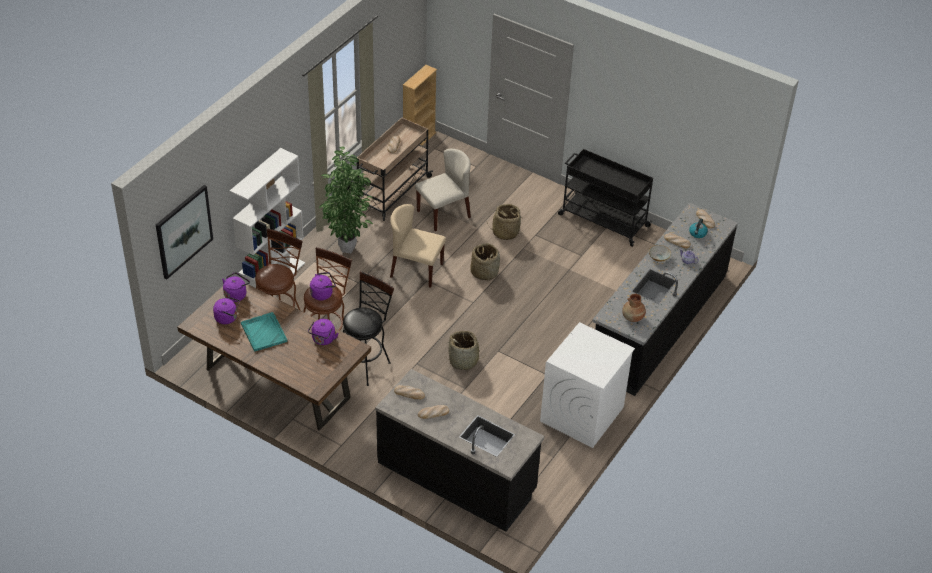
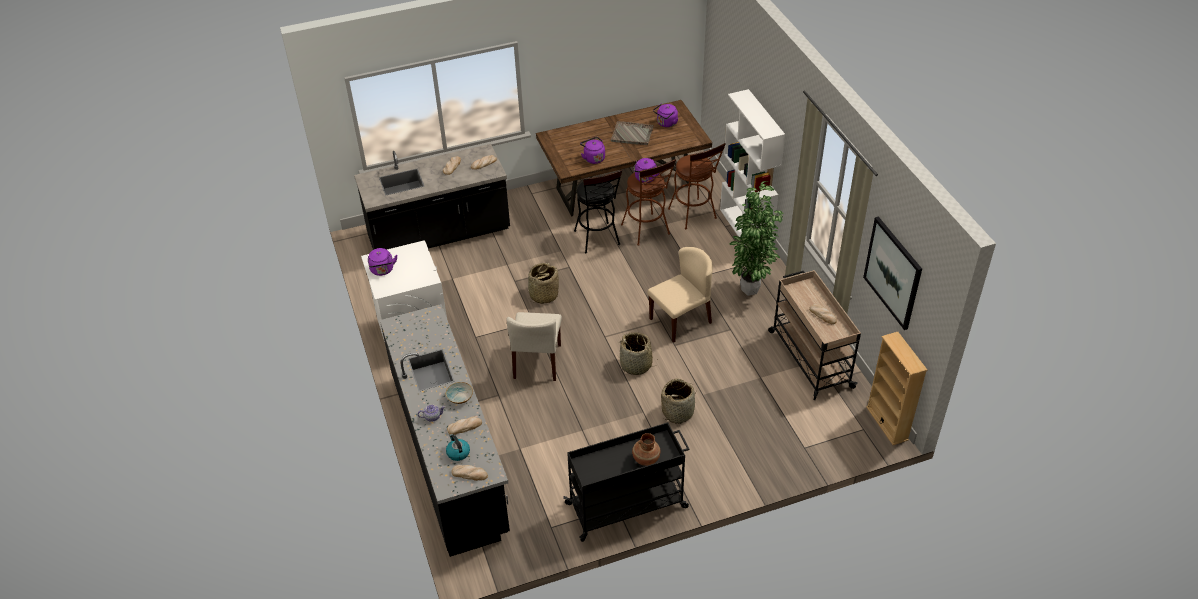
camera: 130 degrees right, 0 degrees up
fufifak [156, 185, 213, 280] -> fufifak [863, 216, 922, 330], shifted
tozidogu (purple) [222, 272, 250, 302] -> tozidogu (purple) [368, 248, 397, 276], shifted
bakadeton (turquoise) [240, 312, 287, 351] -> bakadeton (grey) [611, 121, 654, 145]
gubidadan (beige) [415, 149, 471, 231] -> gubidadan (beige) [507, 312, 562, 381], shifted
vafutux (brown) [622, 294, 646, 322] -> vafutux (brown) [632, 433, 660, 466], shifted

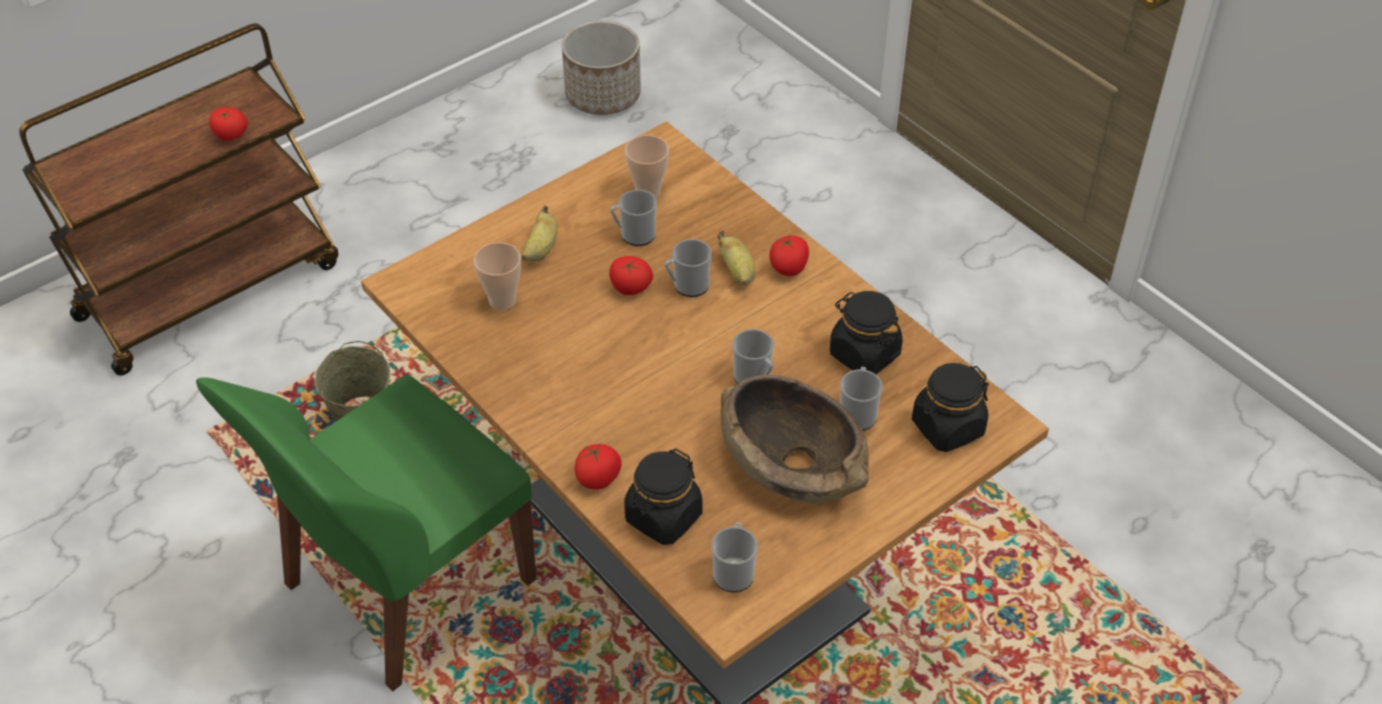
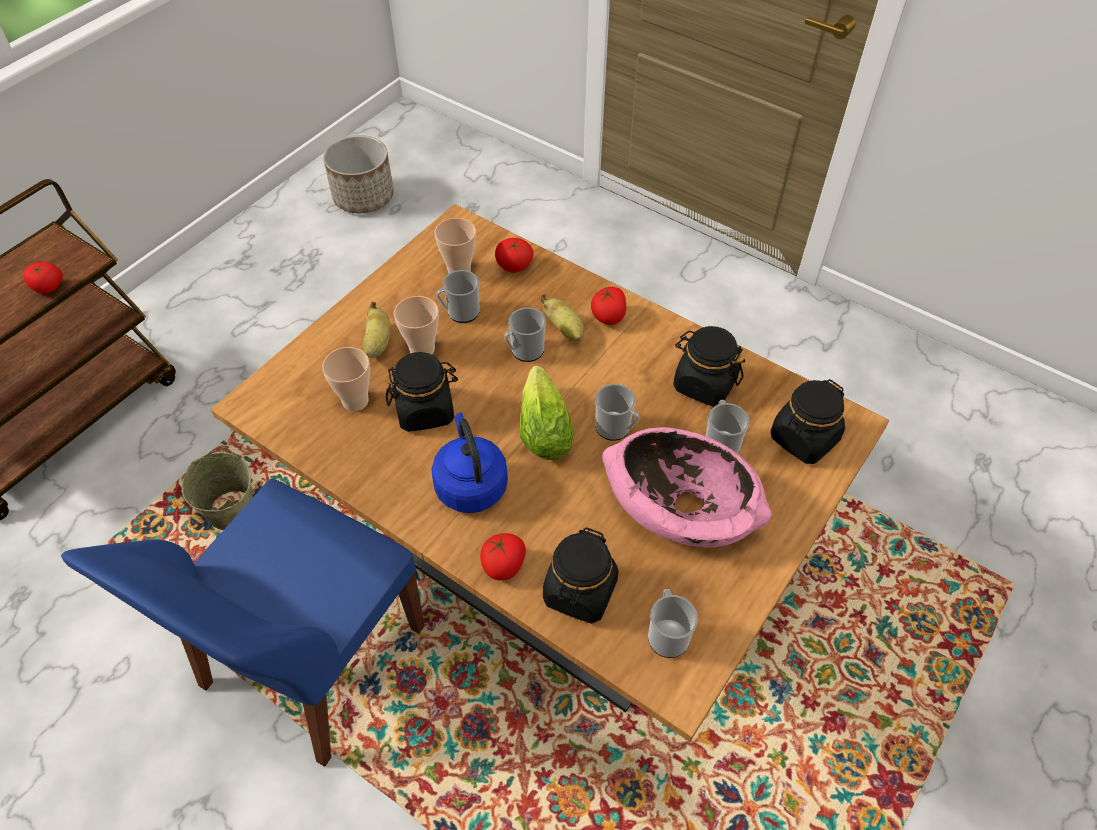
camera: 15 degrees left, 5 degrees up
gubidadan (green) [196, 375, 536, 691] -> gubidadan (blue) [61, 479, 425, 767]
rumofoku [609, 256, 653, 295] -> rumofoku [495, 238, 534, 273], shifted
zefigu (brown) [721, 375, 869, 503] -> zefigu (pink) [602, 427, 772, 547]
none -> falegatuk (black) [385, 352, 458, 432]
none -> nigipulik [394, 296, 439, 355]
none -> tozidogu (blue) [432, 412, 508, 513]
none -> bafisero [519, 366, 574, 460]

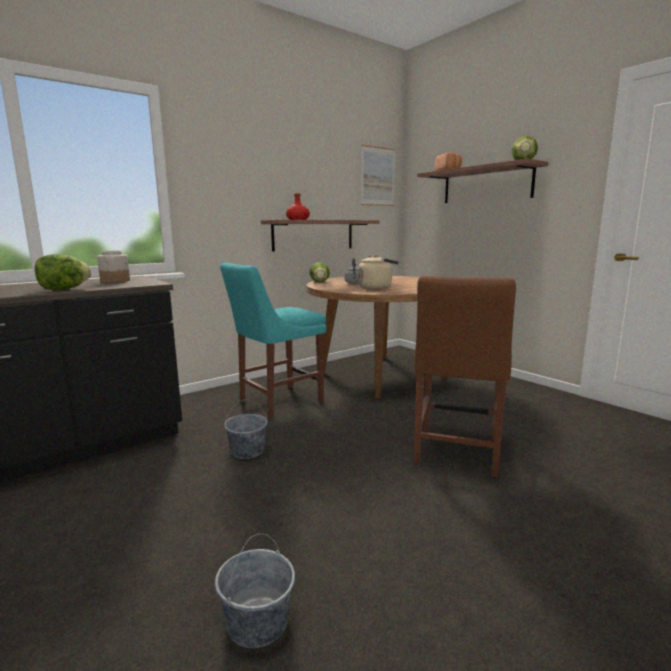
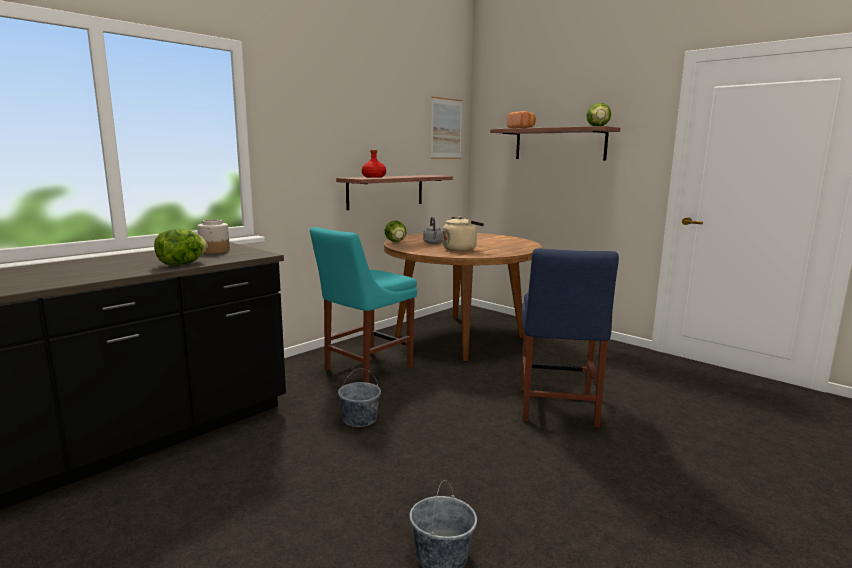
camera: 10 degrees left, 0 degrees up
gubidadan (brown) [413, 276, 516, 477] -> gubidadan (blue) [521, 248, 619, 427]

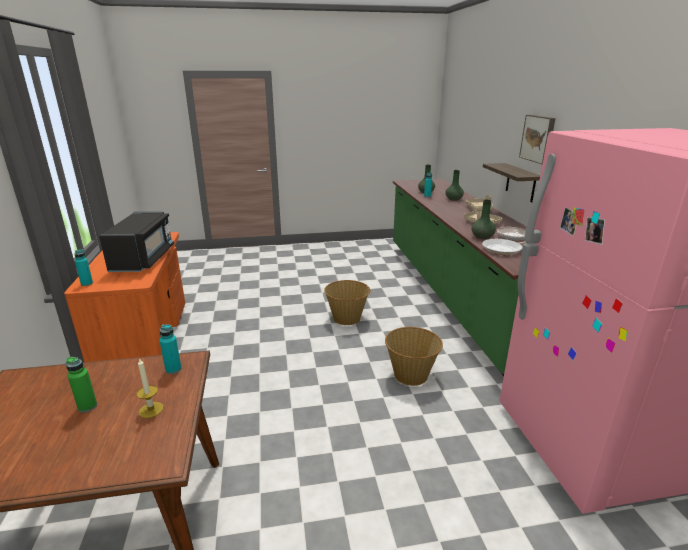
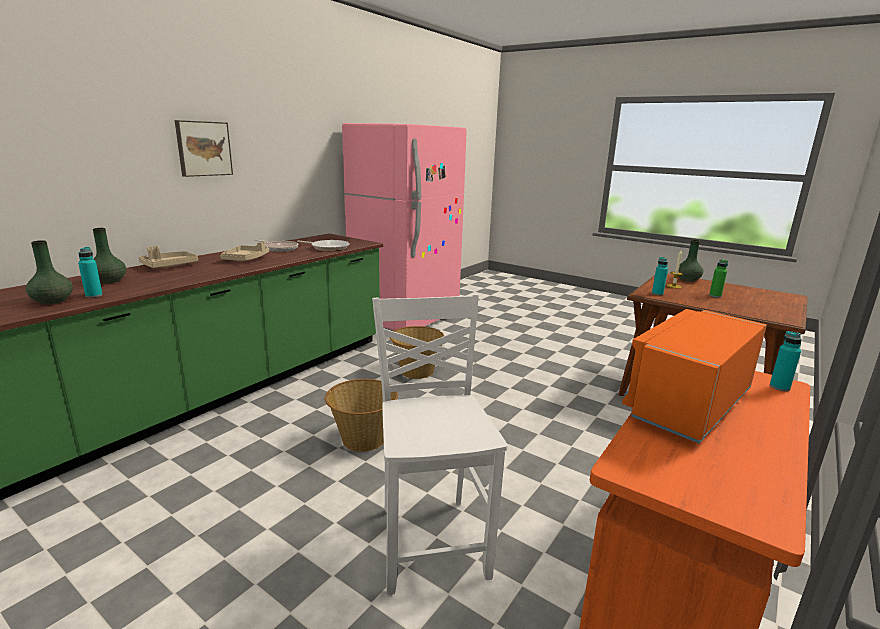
camera: 135 degrees left, 5 degrees down
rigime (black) [99, 212, 174, 272] -> rigime (orange) [622, 309, 767, 444]
vafutux (green) [472, 199, 496, 239] -> vafutux (green) [678, 240, 703, 282], shifted
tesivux [483, 163, 540, 203] -> none
none -> gubidadan (white) [372, 294, 508, 595]

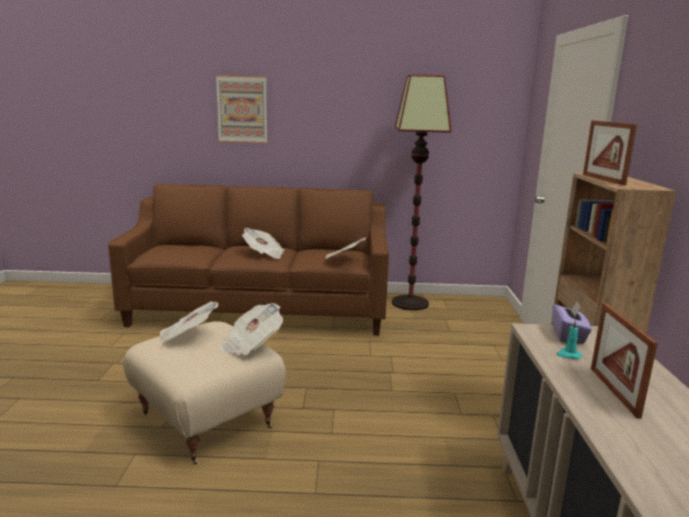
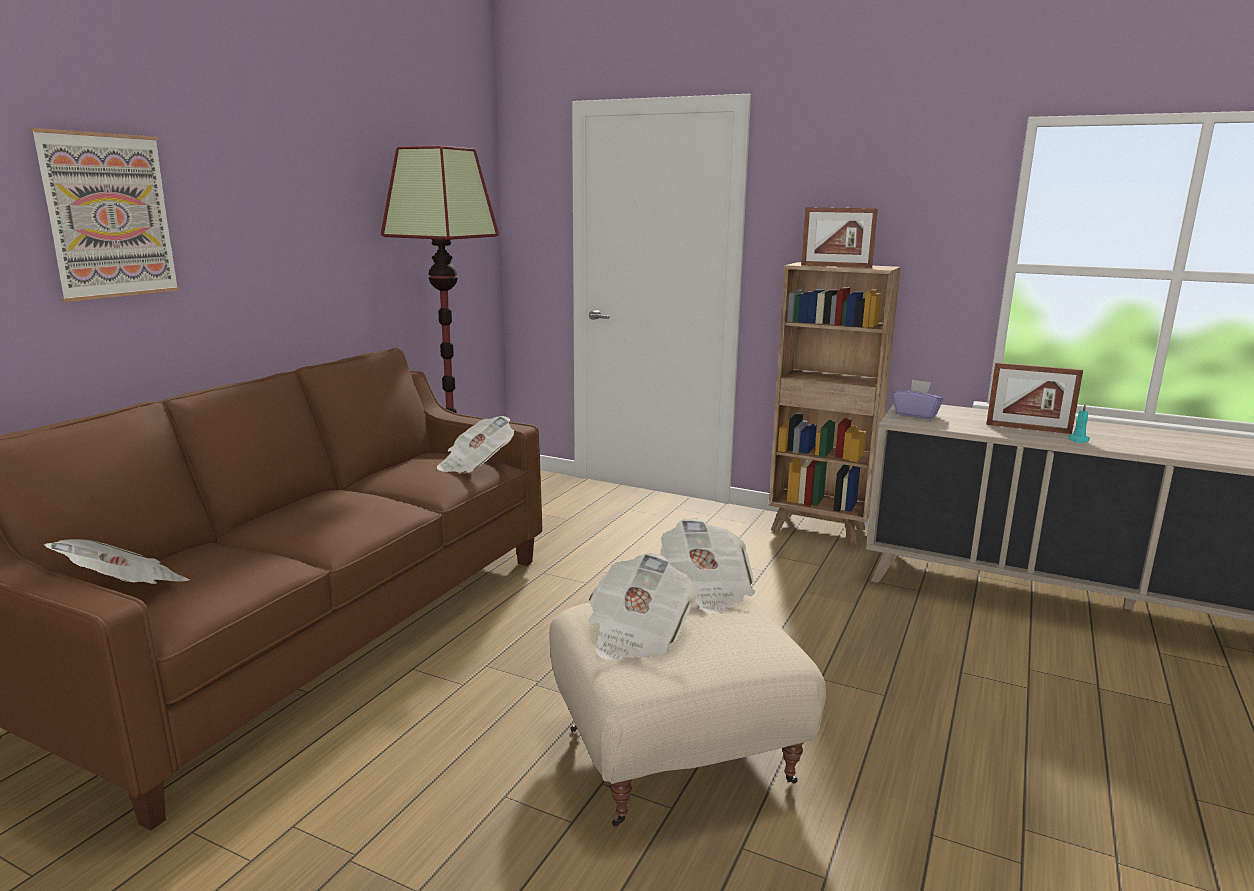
camera: 65 degrees left, 0 degrees up
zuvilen [242, 228, 285, 259] -> zuvilen [44, 539, 190, 584], shifted
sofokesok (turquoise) [556, 320, 582, 359] -> sofokesok (turquoise) [1069, 404, 1090, 443], shifted

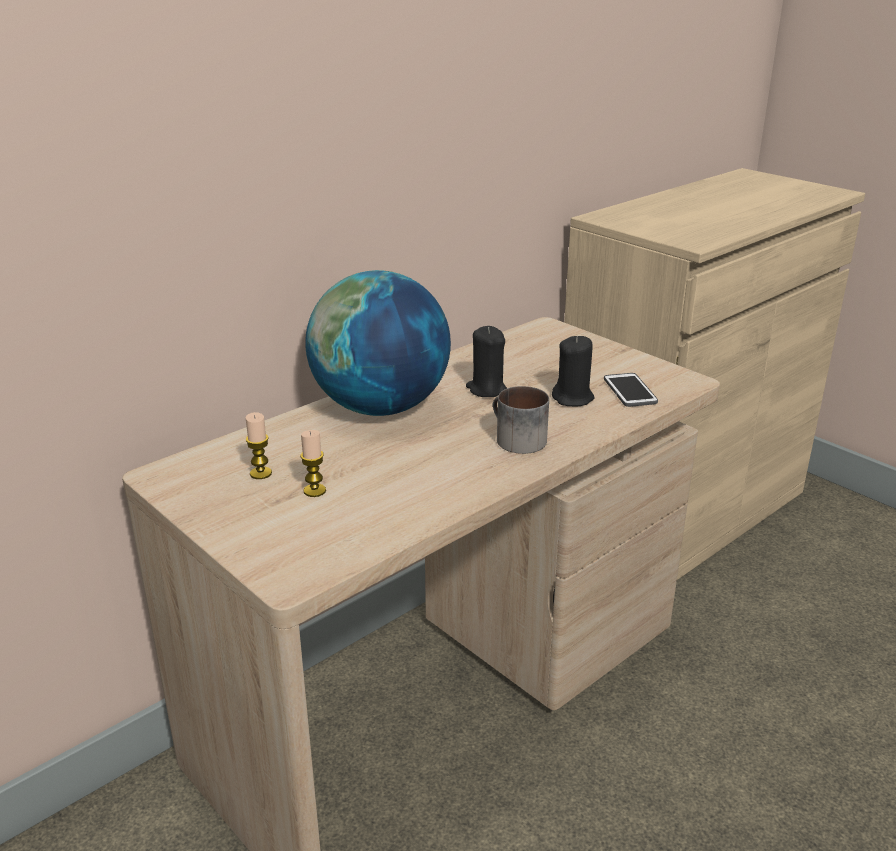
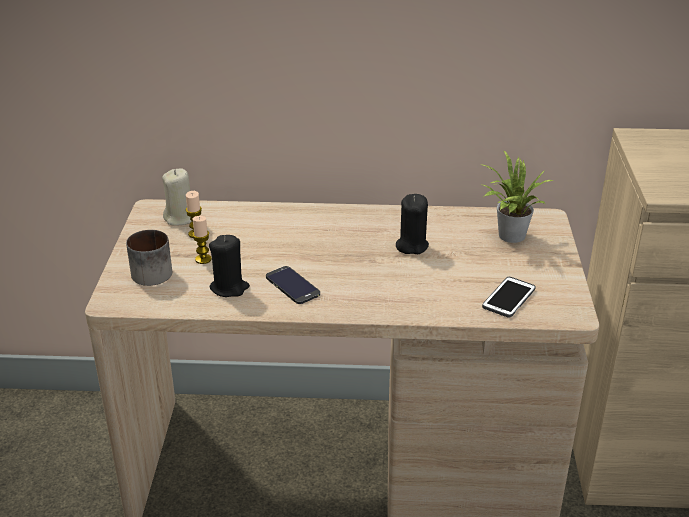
camera: 45 degrees right, 5 degrees up
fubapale [305, 270, 451, 416] -> none
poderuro [493, 386, 549, 454] -> poderuro [126, 230, 172, 286], shifted
sofokesok (black) [552, 336, 594, 407] -> sofokesok (black) [209, 235, 250, 297], shifted
none -> sofokesok (beige) [162, 168, 191, 226]
none -> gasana [266, 266, 320, 304]
none -> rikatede [479, 150, 554, 243]

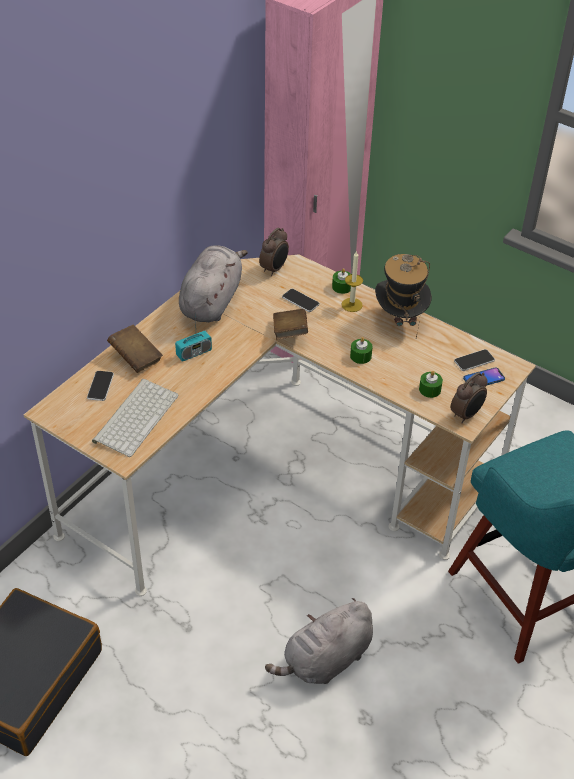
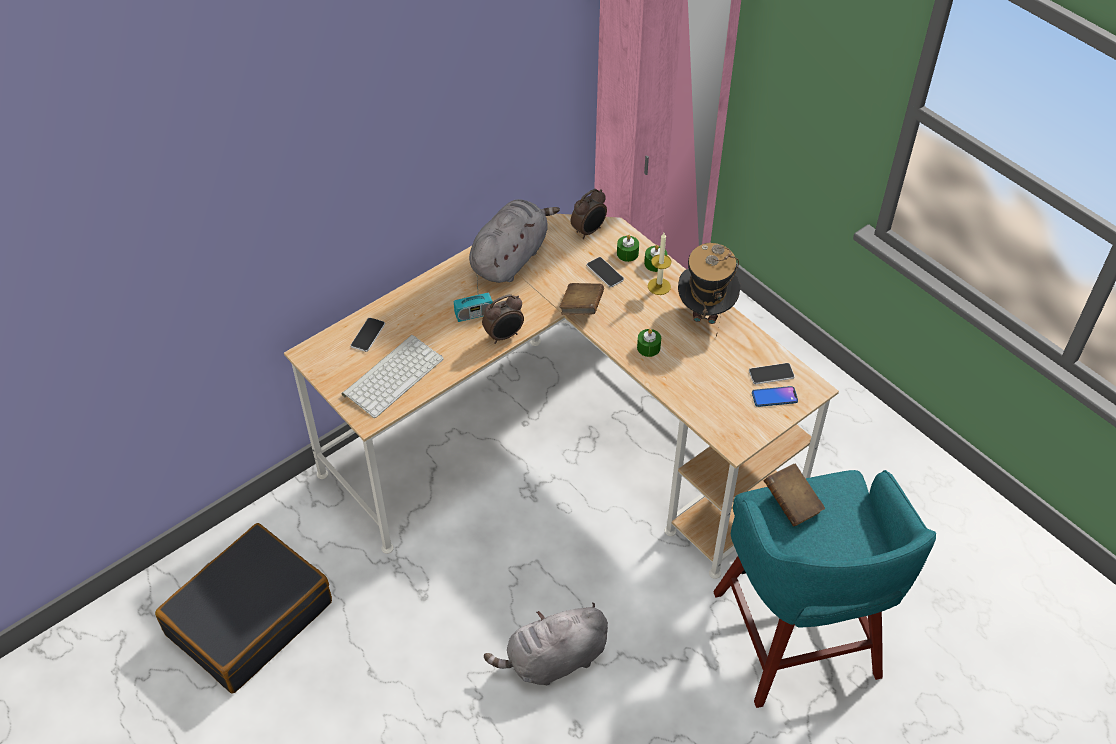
camera: 15 degrees right, 5 degrees up
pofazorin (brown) [107, 325, 163, 373] -> pofazorin (brown) [764, 463, 825, 527], shifted
sofokesok (green) [419, 371, 443, 398] -> sofokesok (green) [617, 235, 639, 262], shifted
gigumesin [451, 372, 488, 423] -> gigumesin [482, 294, 524, 344], shifted

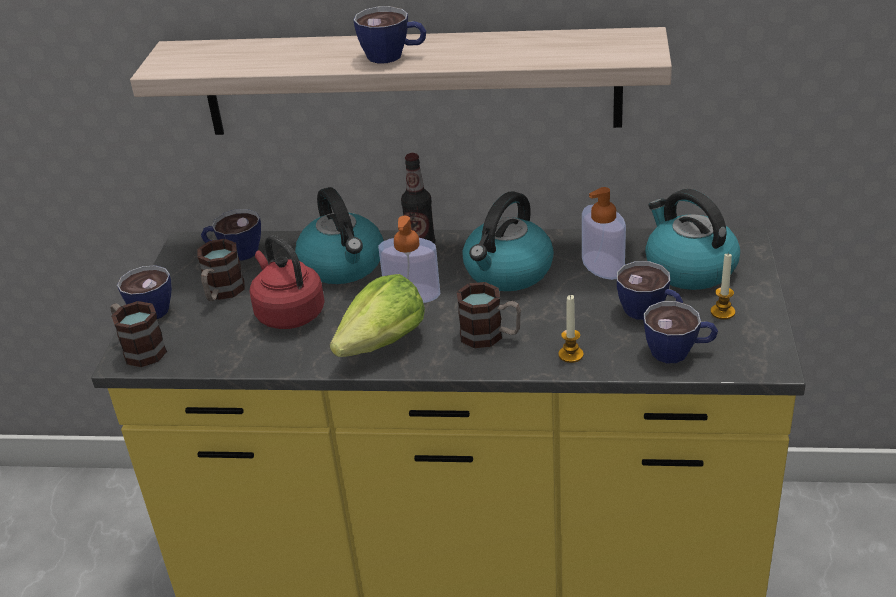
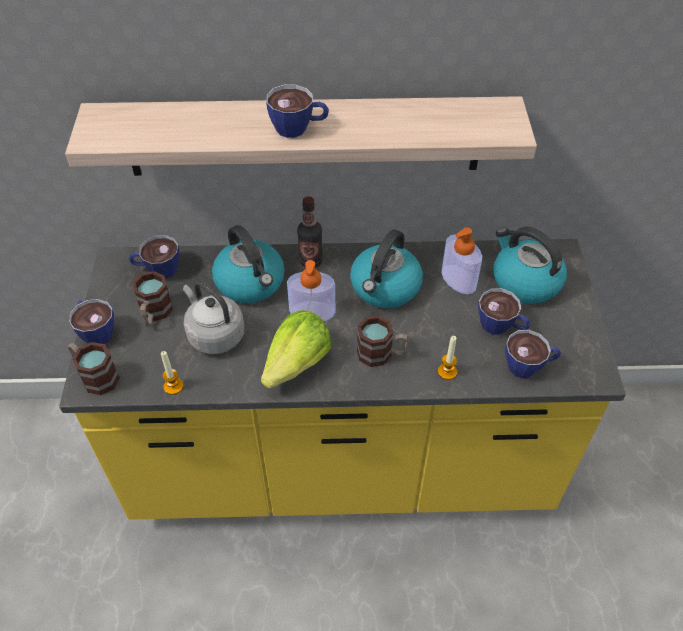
camera: 10 degrees left, 15 degrees up
tozidogu (red) [250, 235, 325, 329] -> tozidogu (grey) [183, 281, 244, 354]
sofokesok [711, 254, 735, 320] -> sofokesok [161, 351, 184, 395], shifted

